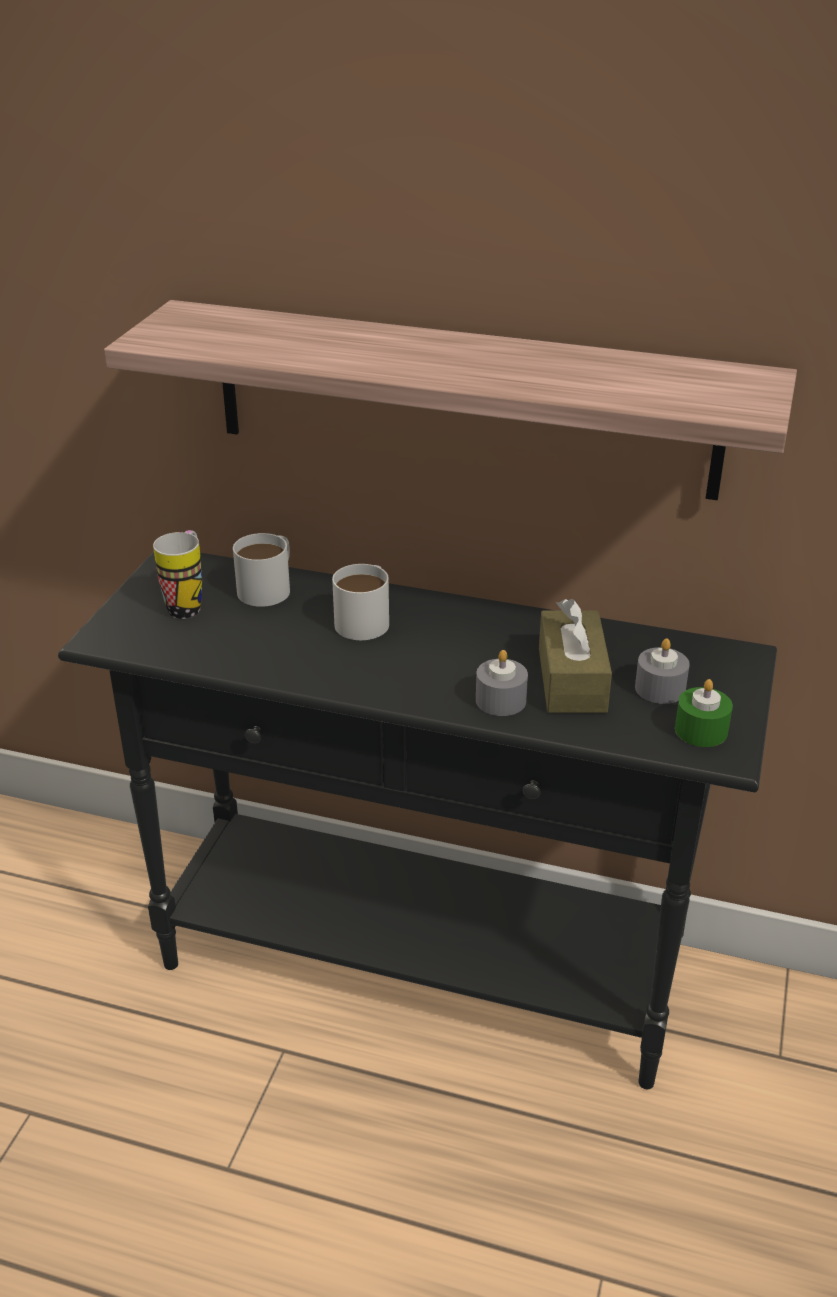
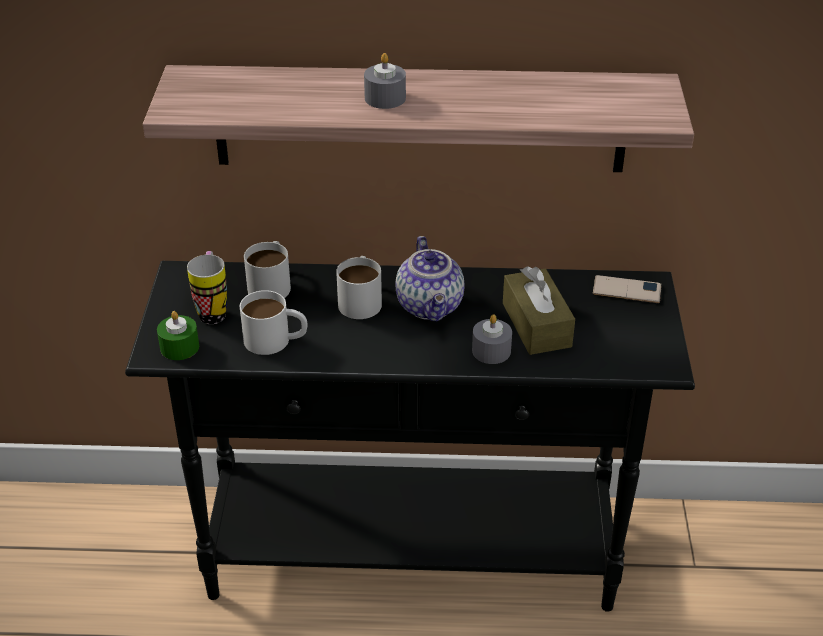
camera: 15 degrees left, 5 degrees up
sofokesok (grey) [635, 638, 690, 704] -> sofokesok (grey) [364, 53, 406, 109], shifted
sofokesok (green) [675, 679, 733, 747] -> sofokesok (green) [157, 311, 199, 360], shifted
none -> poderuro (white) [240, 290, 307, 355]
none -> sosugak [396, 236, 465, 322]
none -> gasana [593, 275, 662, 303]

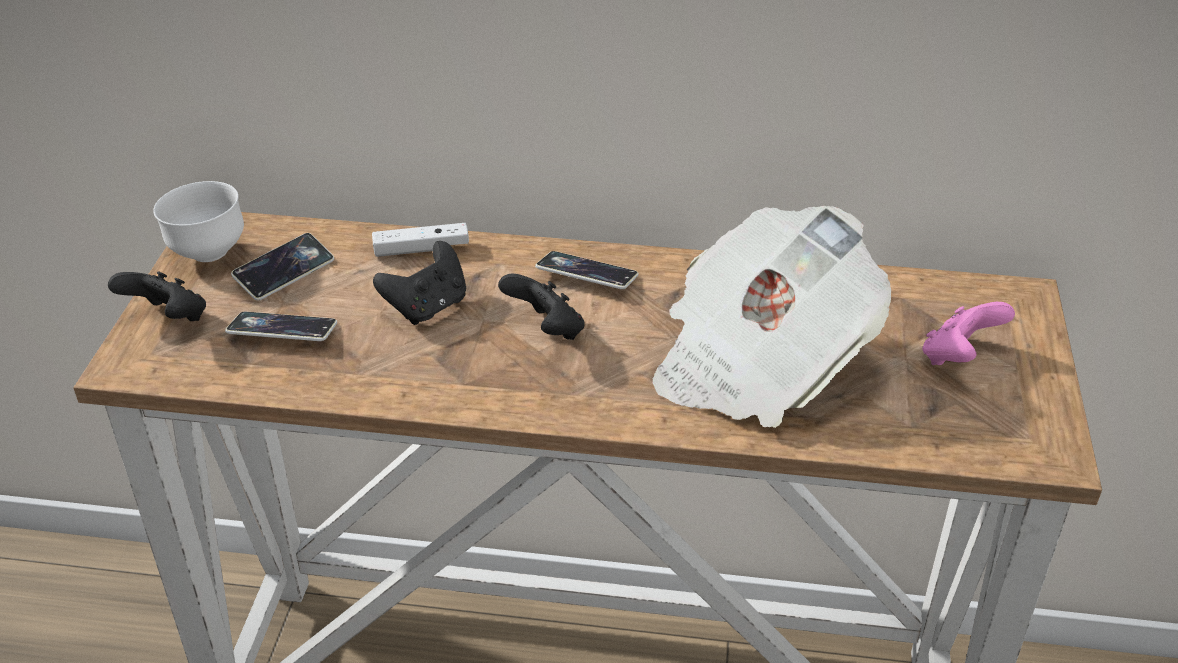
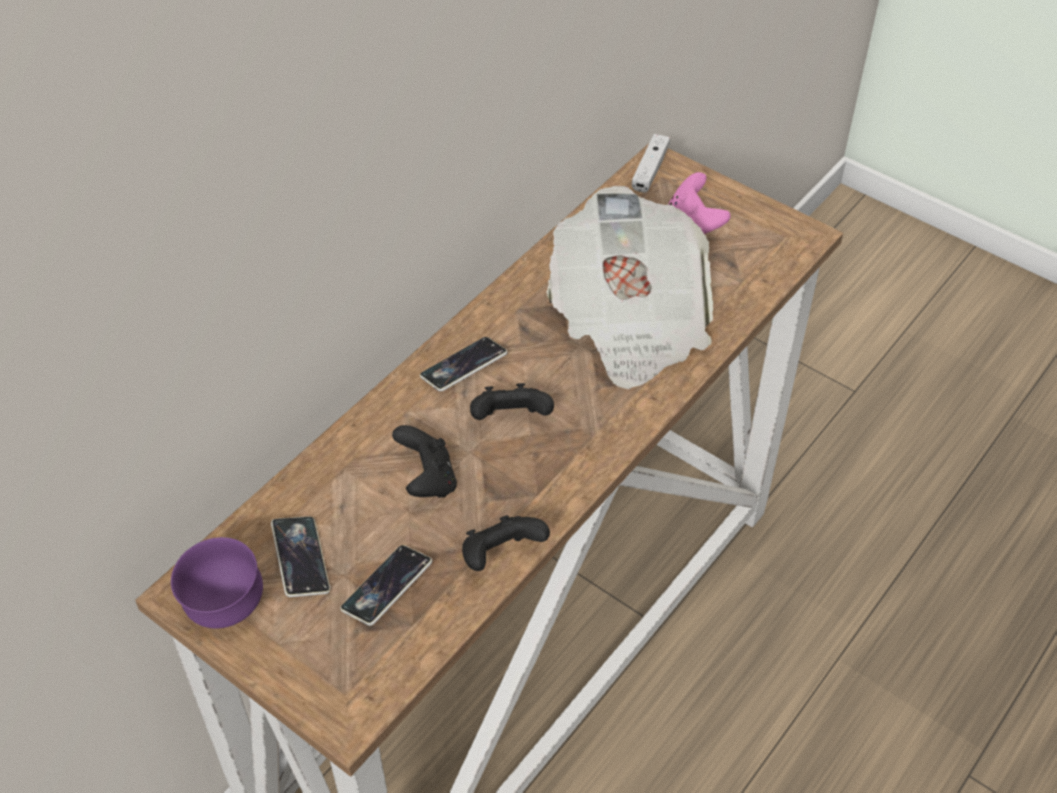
camera: 60 degrees left, 10 degrees up
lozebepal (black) [108, 272, 206, 321] -> lozebepal (black) [462, 515, 550, 571], shifted
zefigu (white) [153, 181, 244, 262] -> zefigu (purple) [171, 537, 263, 629]
lozebepal (white) [372, 223, 469, 257] -> lozebepal (white) [632, 134, 670, 193], shifted

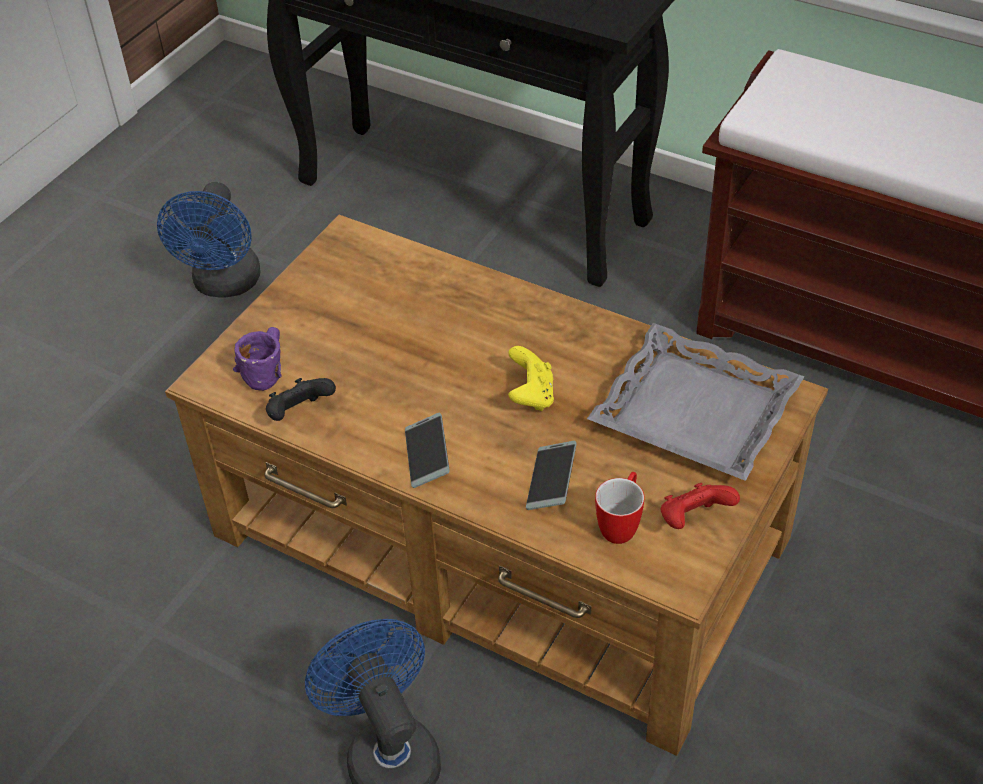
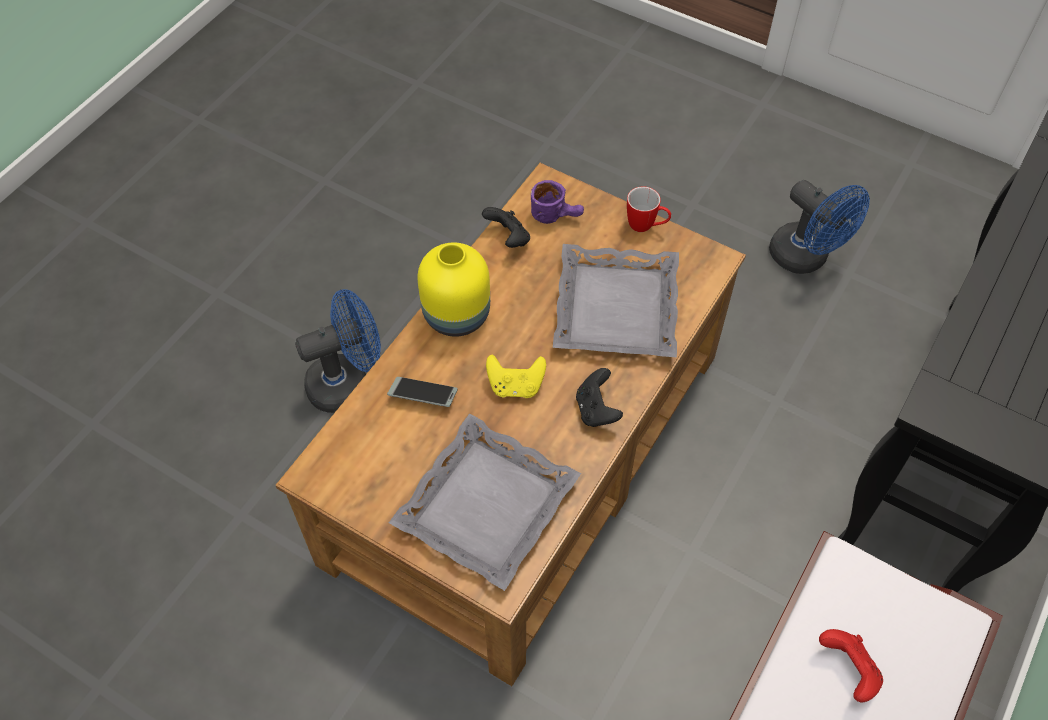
camera: 90 degrees right, 10 degrees up
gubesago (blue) [157, 182, 261, 298] -> gubesago (blue) [769, 180, 870, 274], 135 degrees counterclockwise
gasana [405, 413, 449, 488] -> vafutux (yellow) [418, 243, 490, 337]
poderuro [595, 472, 644, 544] -> poderuro [627, 186, 671, 232], shifted
lozebepal (red) [661, 483, 740, 529] -> lozebepal (red) [819, 629, 883, 702], shifted
none -> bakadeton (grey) [553, 244, 679, 357]
none -> lozebepal (black) [576, 368, 623, 427]

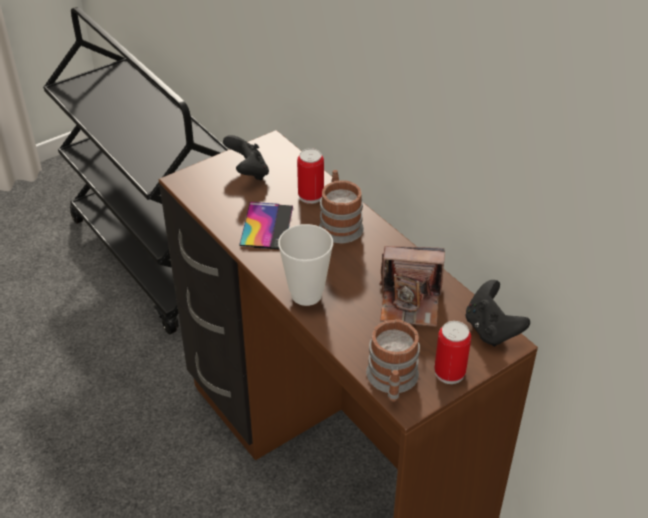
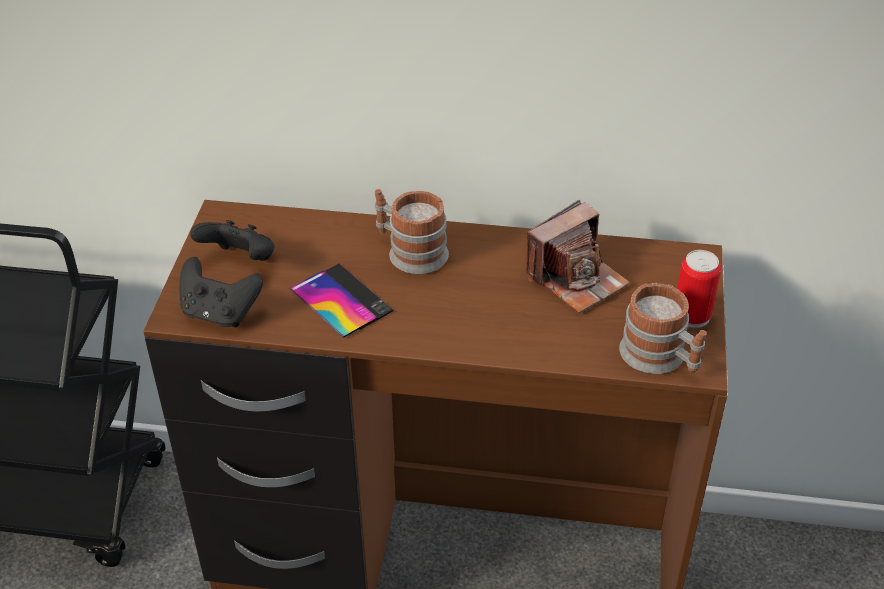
camera: 45 degrees left, 0 degrees up
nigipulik [278, 224, 333, 306] -> none
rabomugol [297, 148, 324, 204] -> none
lozebepal (black) [466, 280, 530, 347] -> lozebepal (black) [179, 257, 263, 327], shifted

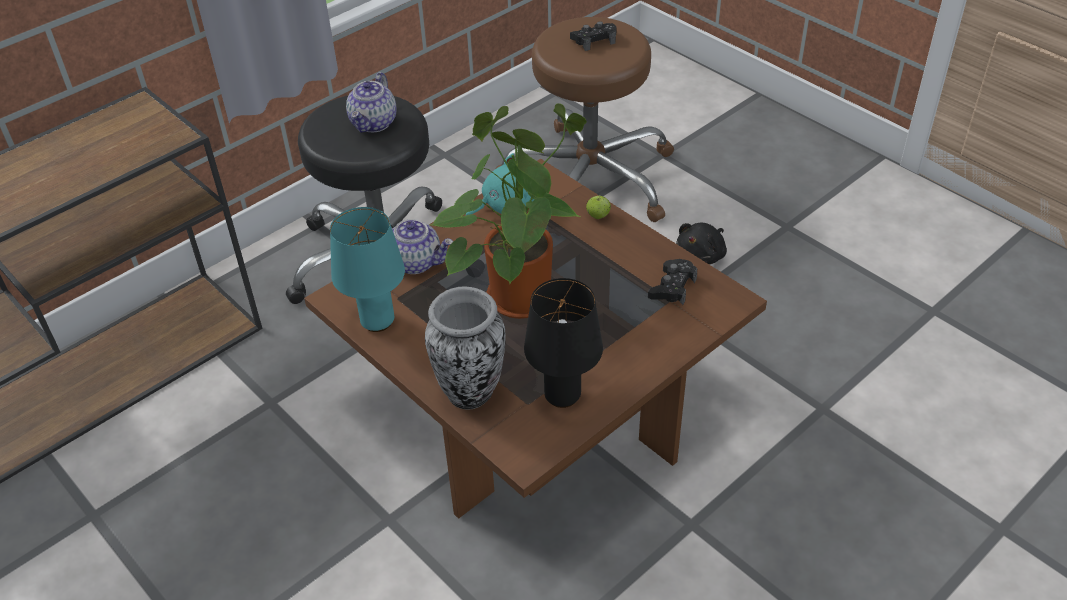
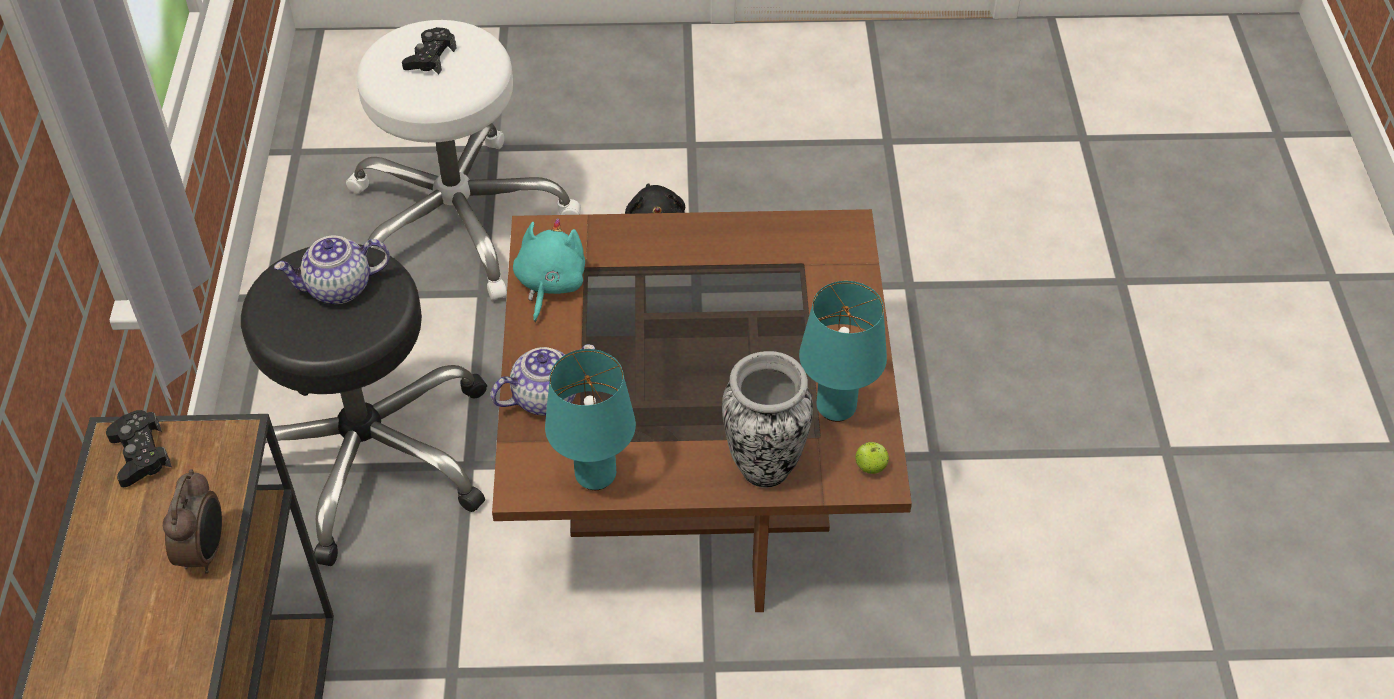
camera: 50 degrees left, 5 degrees up
sosugak [346, 72, 396, 133] -> sosugak [274, 235, 390, 304], 105 degrees clockwise
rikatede [431, 103, 587, 319] -> none
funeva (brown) [496, 17, 674, 222] -> funeva (white) [346, 20, 581, 300]
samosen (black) [524, 278, 603, 408] -> samosen (turquoise) [799, 281, 887, 422]
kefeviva [586, 196, 611, 219] -> kefeviva [856, 442, 889, 474], shifted
lozebepal (black) [648, 259, 697, 305] -> lozebepal (black) [106, 410, 172, 488], shifted
none -> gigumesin [163, 469, 222, 574]

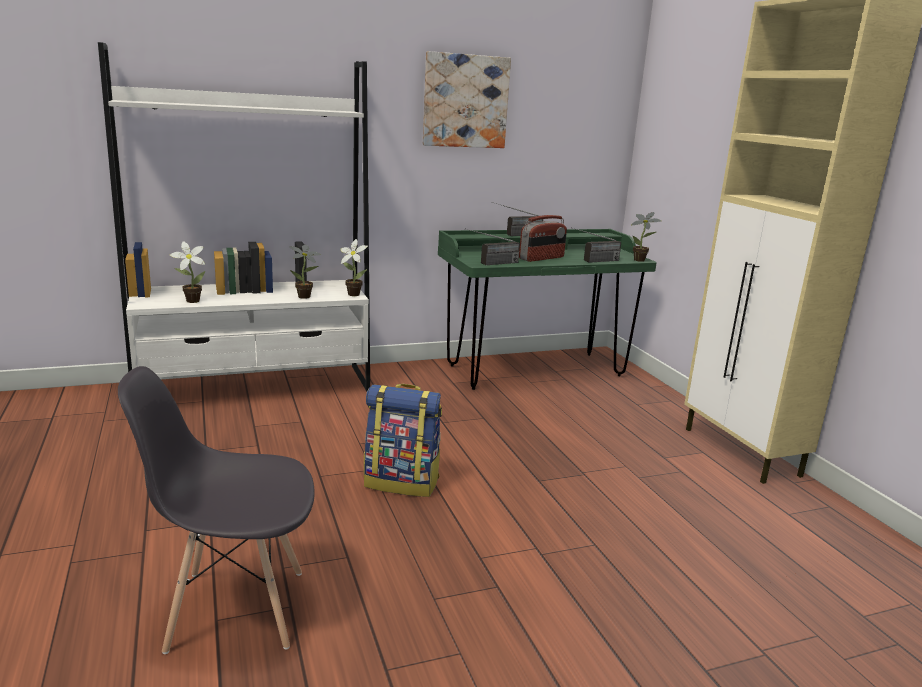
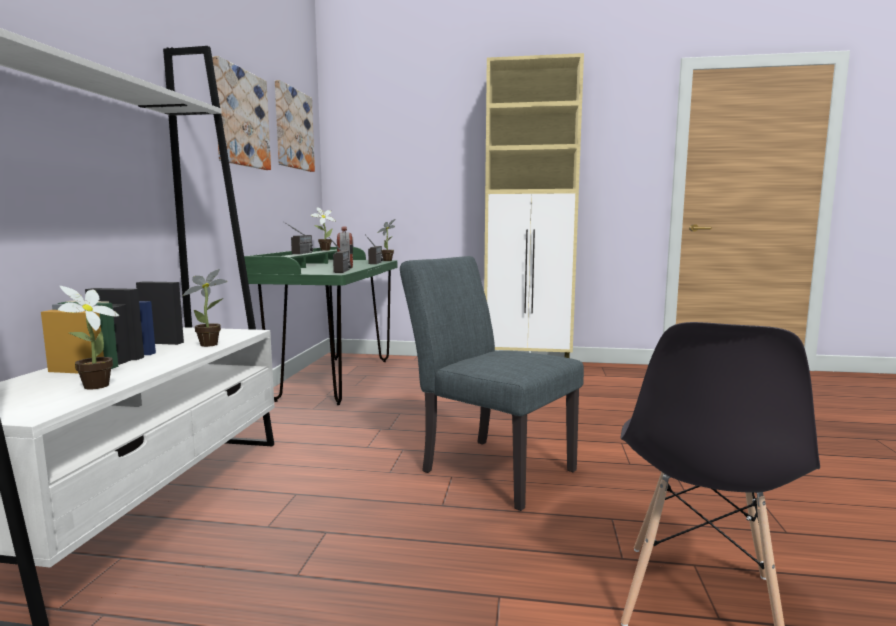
camera: 60 degrees left, 10 degrees down
rikatede [340, 239, 368, 296] -> rikatede [311, 207, 336, 251], shifted
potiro [364, 384, 442, 497] -> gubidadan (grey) [400, 256, 584, 511]
none -> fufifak [275, 80, 315, 172]

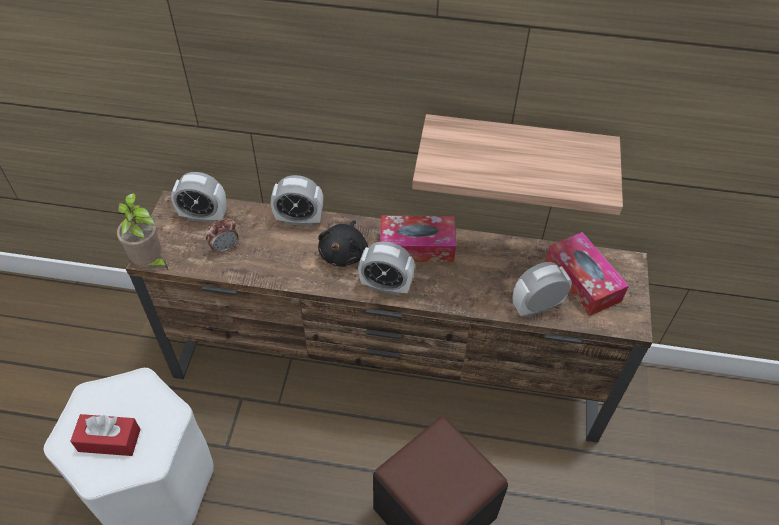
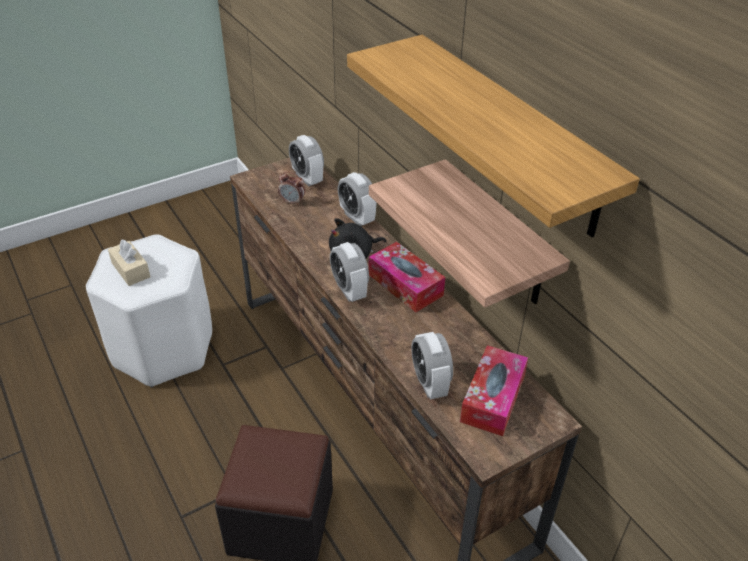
camera: 50 degrees right, 10 degrees down
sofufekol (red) [70, 414, 141, 456] -> sofufekol (beige) [108, 239, 151, 286]
rikatede [117, 193, 168, 269] -> none
gigumesin [513, 262, 572, 317] -> gigumesin [411, 332, 453, 400], 135 degrees counterclockwise
none -> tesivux [347, 35, 640, 237]

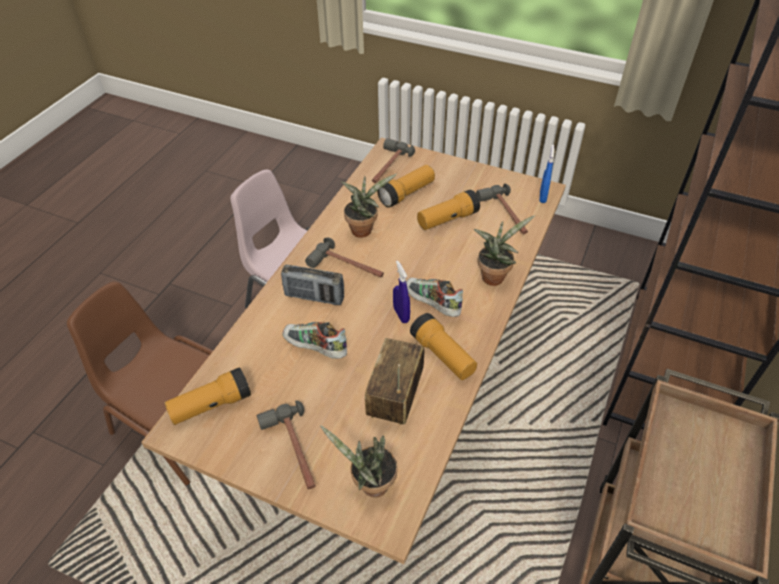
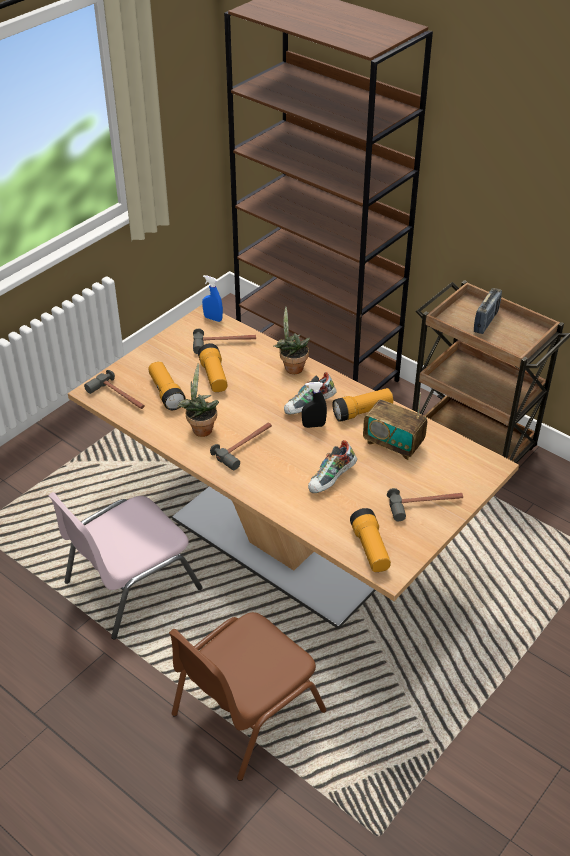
camera: 75 degrees left, 5 degrees down
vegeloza [281, 265, 344, 305] -> vegeloza [474, 288, 502, 334], shifted
rikatede [320, 425, 398, 497] -> none
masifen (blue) [393, 261, 410, 323] -> masifen (black) [302, 382, 327, 428]

